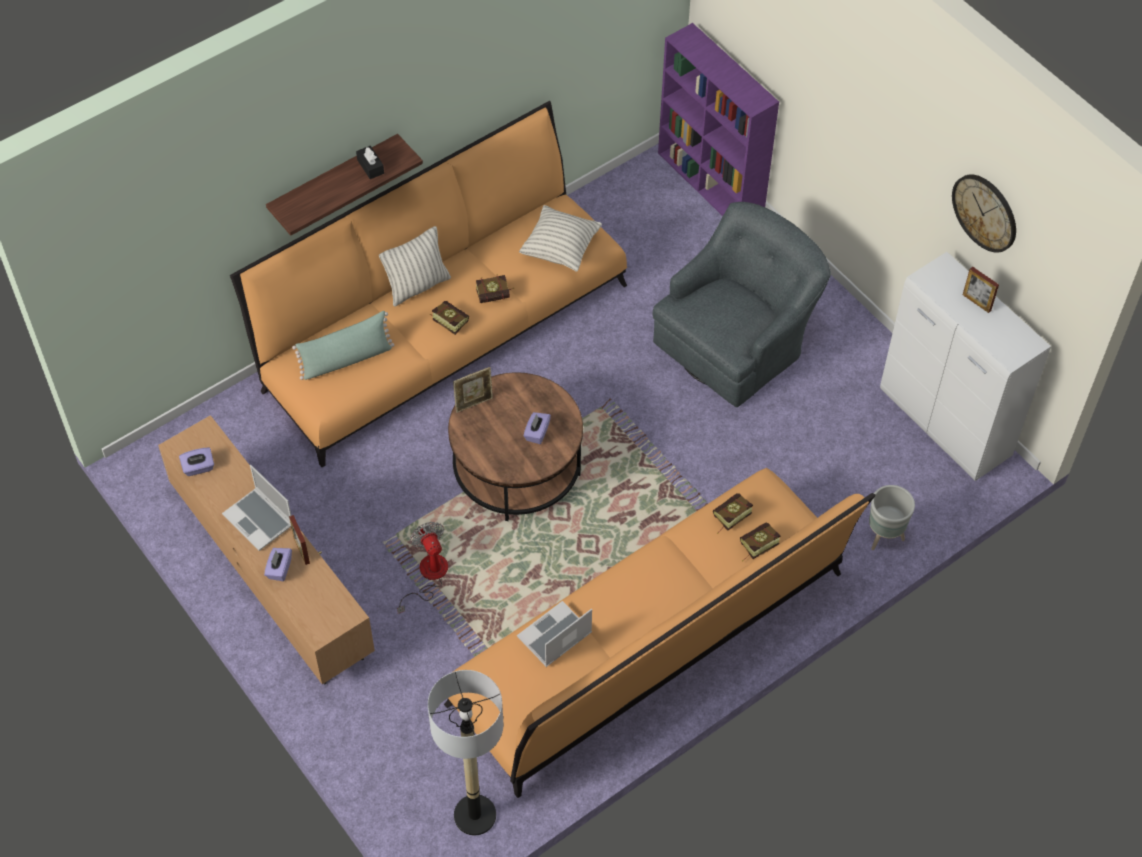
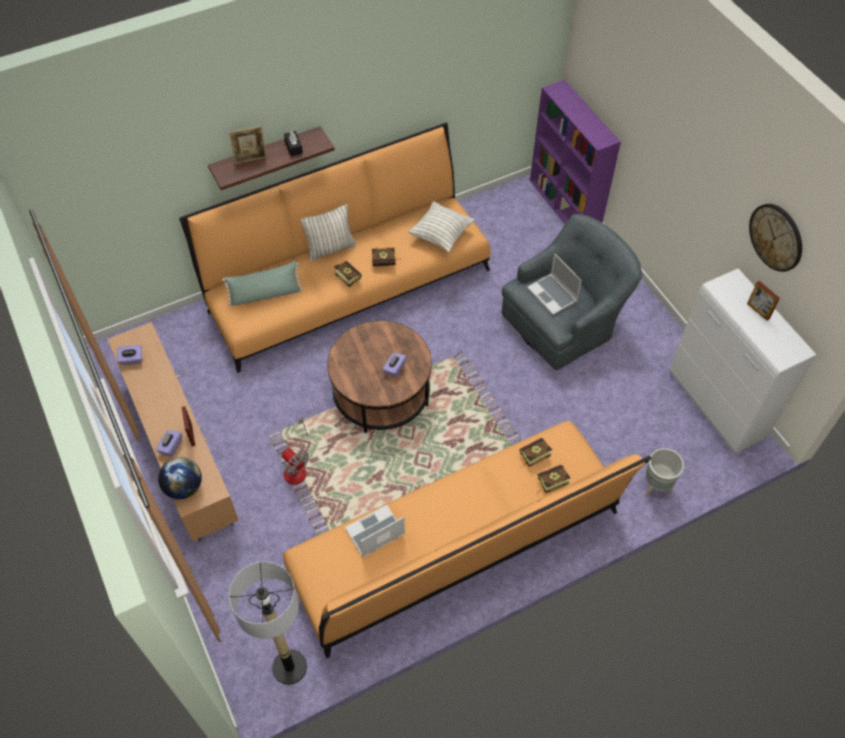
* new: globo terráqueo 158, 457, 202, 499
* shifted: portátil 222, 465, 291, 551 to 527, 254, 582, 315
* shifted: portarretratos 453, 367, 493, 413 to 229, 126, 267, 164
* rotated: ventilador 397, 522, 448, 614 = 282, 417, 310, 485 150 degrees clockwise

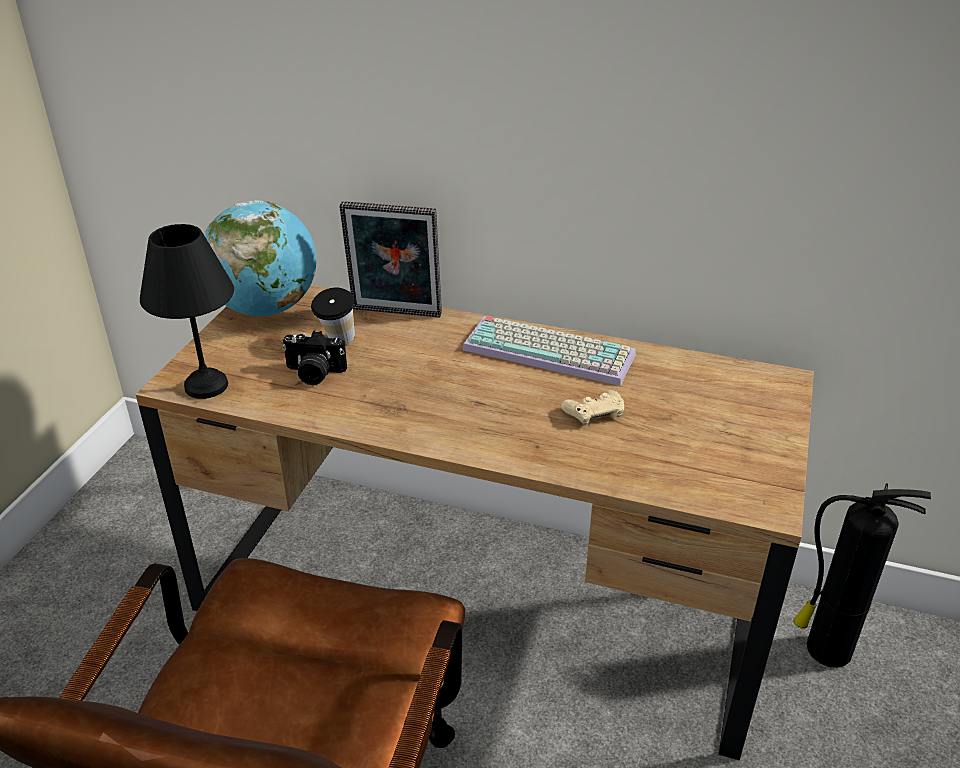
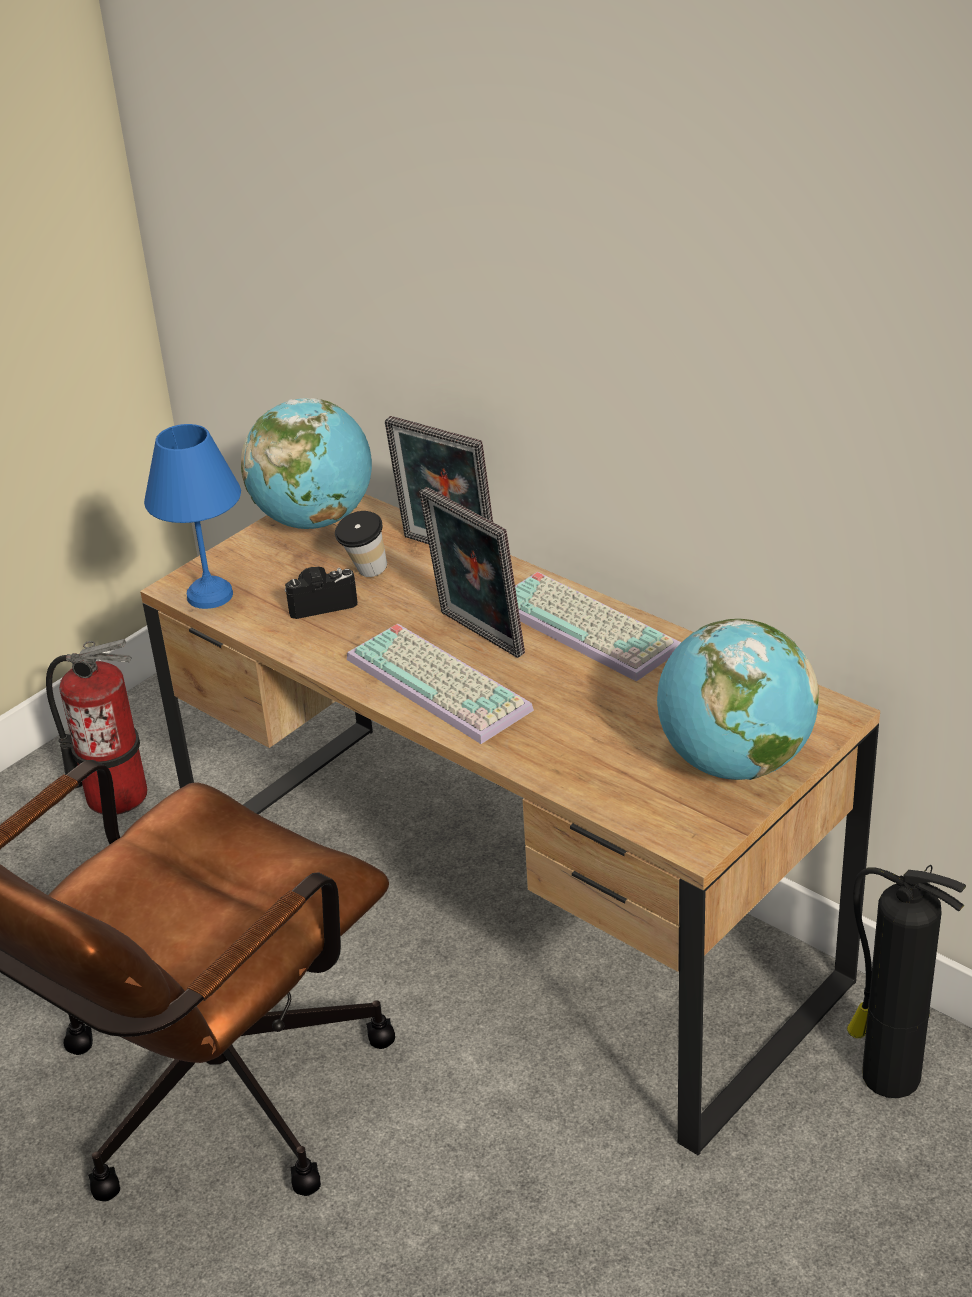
* gone: mando de consola (beis) 561, 390, 624, 426
* new: extintor 46, 639, 147, 815
* new: teclado 347, 624, 534, 744
* new: portarretratos 419, 487, 525, 658
* new: globo terráqueo 657, 619, 819, 780
* repainted: lámpara de mesa (negro) 140, 224, 234, 399 to lámpara de mesa (azul) 144, 424, 241, 609
* rotated: cámara 282, 331, 347, 385 = 285, 567, 358, 619 135 degrees clockwise

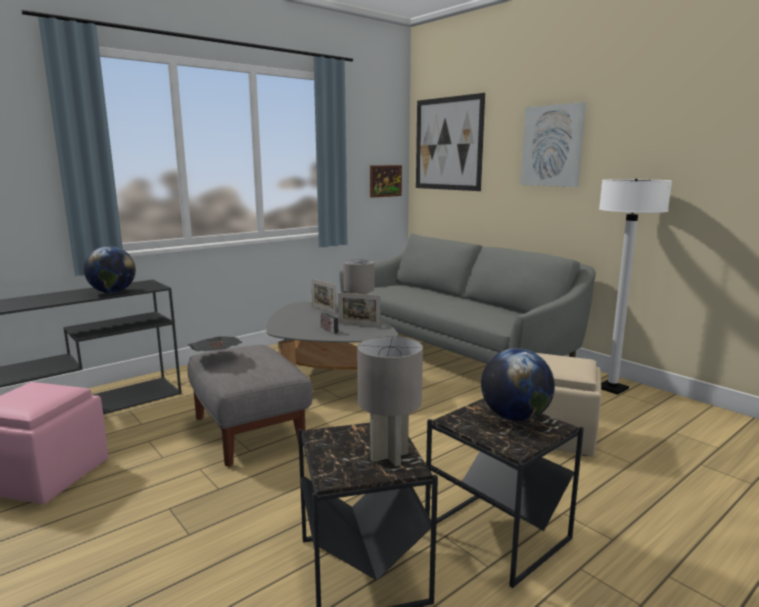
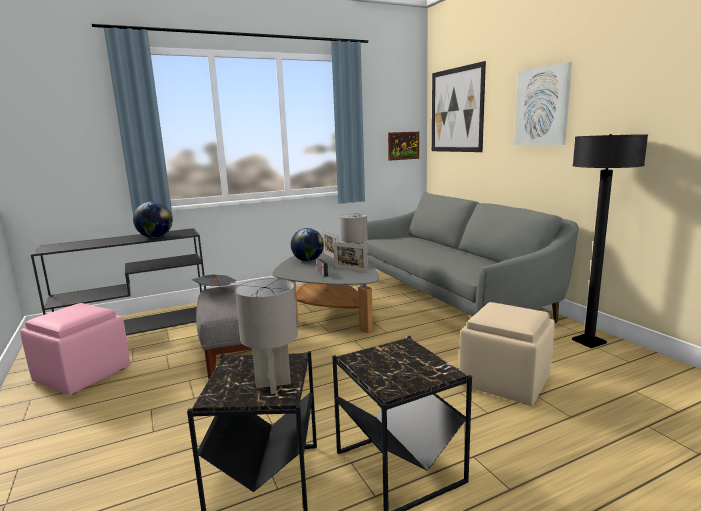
* shifted: globo terráqueo 481, 348, 555, 421 to 291, 228, 324, 261
* repainted: lámpara de pie (blanco) 599, 179, 672, 395 to lámpara de pie (negro) 572, 134, 648, 348

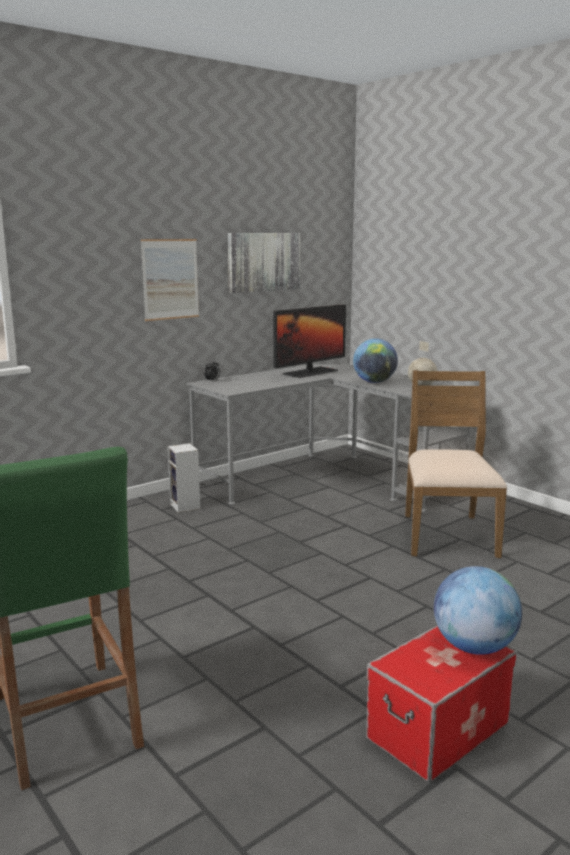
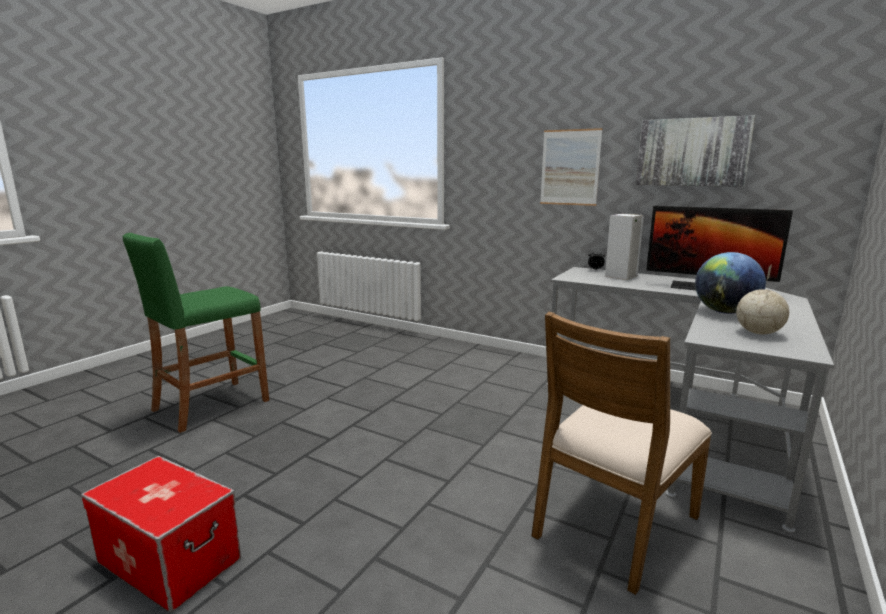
* gone: globo terráqueo 434, 566, 522, 655
* shifted: altavoz 168, 443, 200, 513 to 605, 214, 644, 280
* rotated: silla (marrón) 405, 370, 507, 558 = 532, 312, 712, 595 150 degrees clockwise

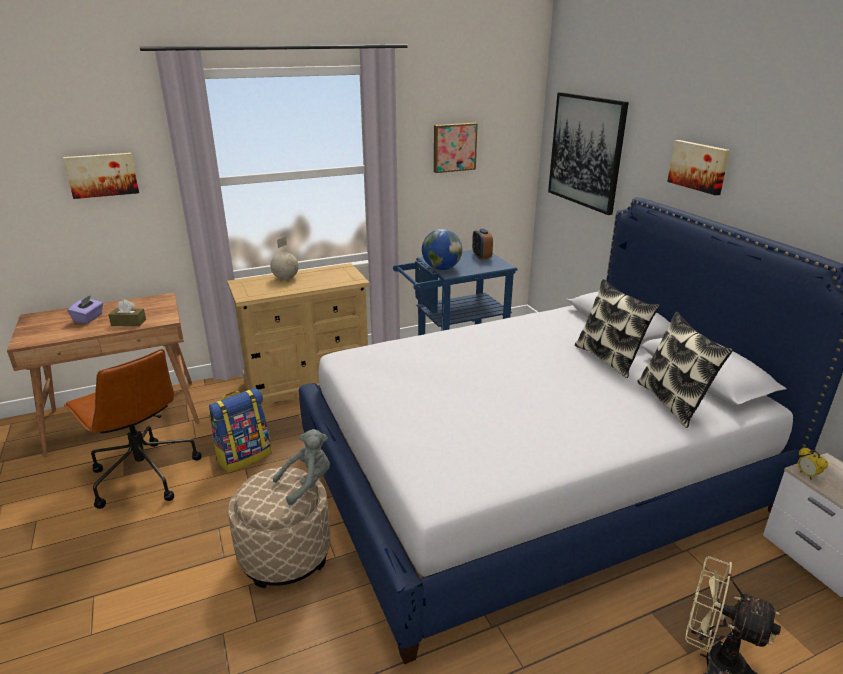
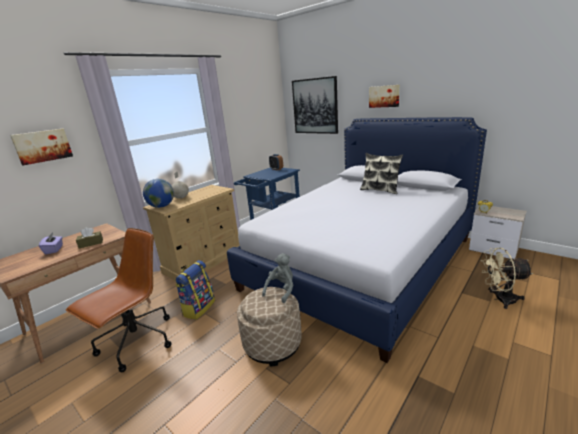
* gone: cuadro 434, 123, 478, 173
* gone: cojín 637, 312, 733, 428
* shifted: globo terráqueo 422, 229, 462, 270 to 143, 179, 174, 208
* rotated: silla de oficina (marrón) 64, 349, 202, 509 = 66, 228, 171, 372 75 degrees counterclockwise

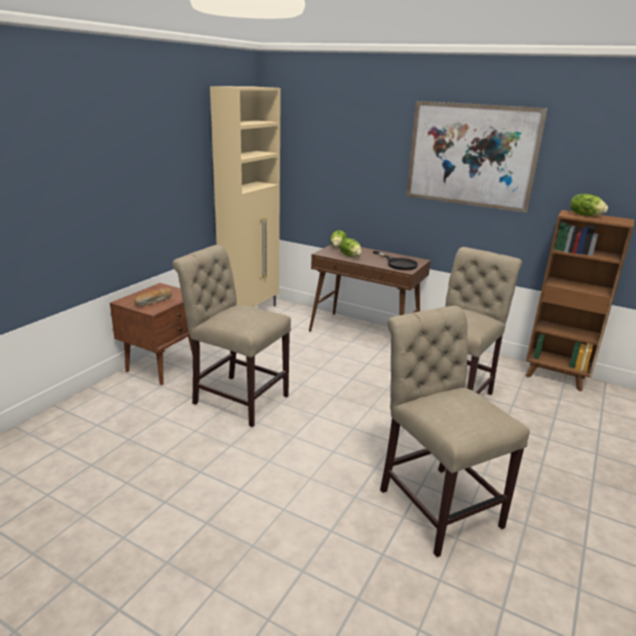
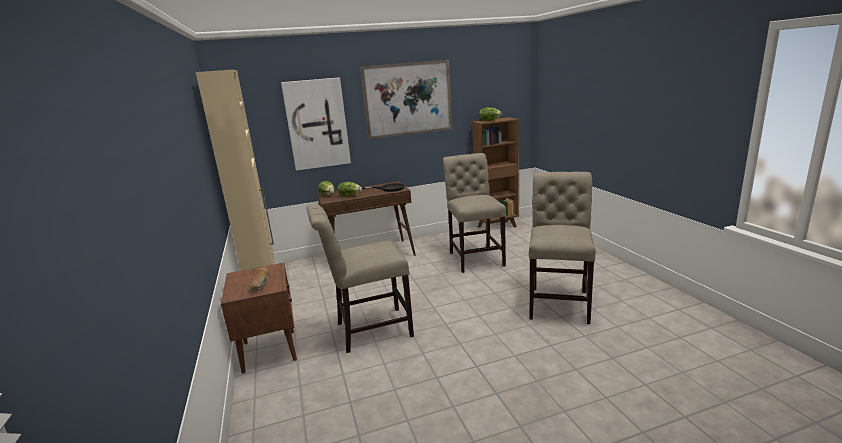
* new: cuadro 281, 77, 351, 171
* rotated: silla (beis) 380, 306, 530, 557 = 529, 172, 596, 324 90 degrees clockwise

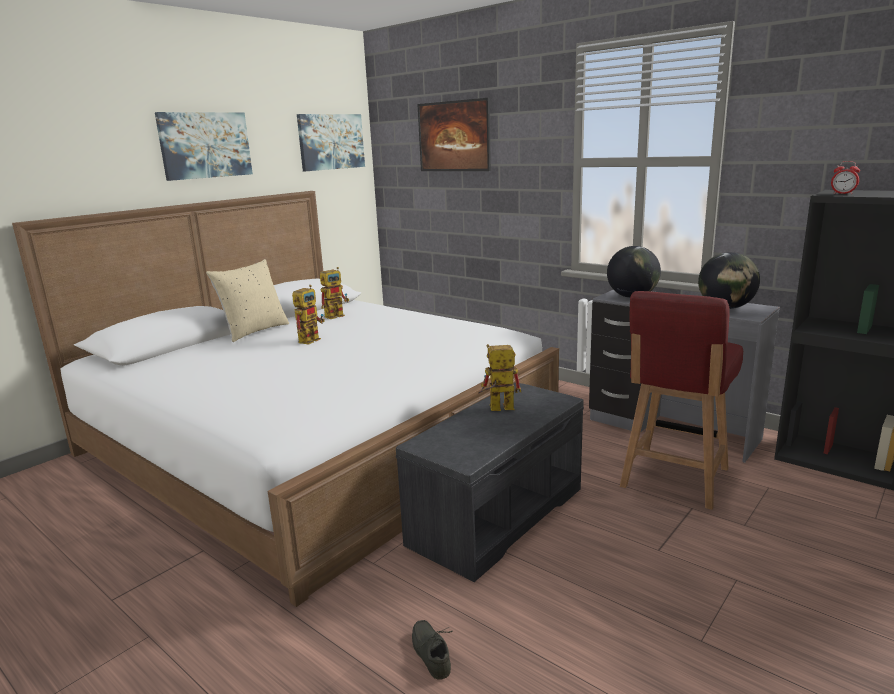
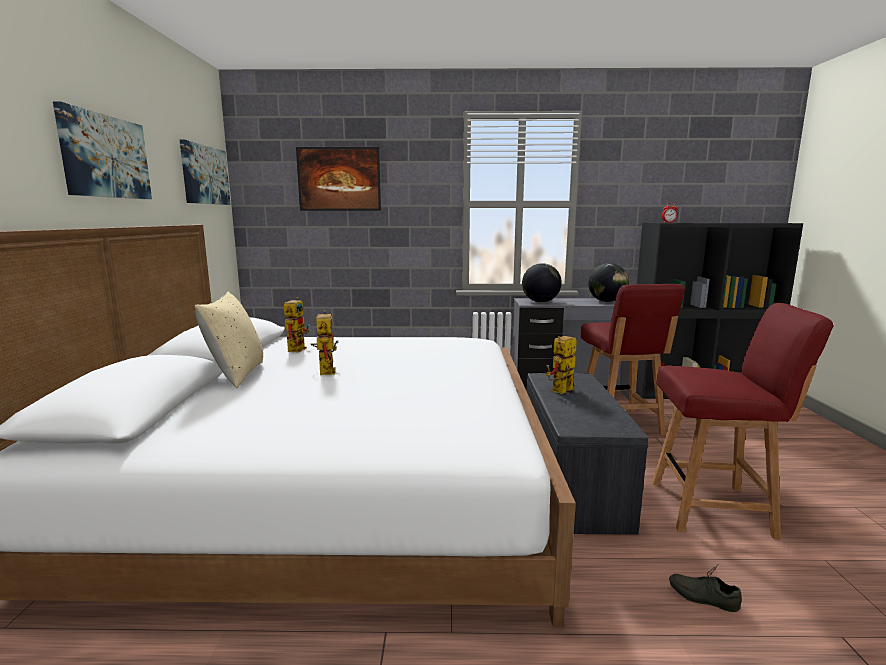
* new: silla (rojo) 652, 303, 834, 540

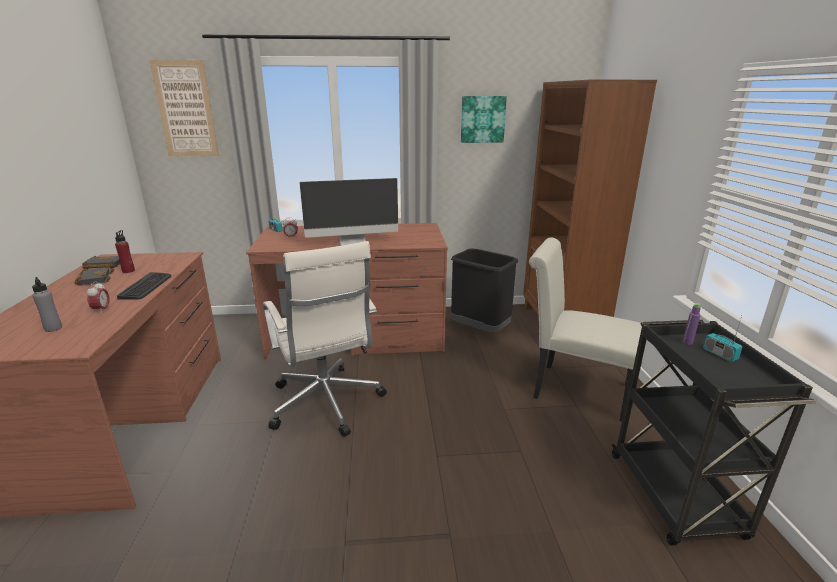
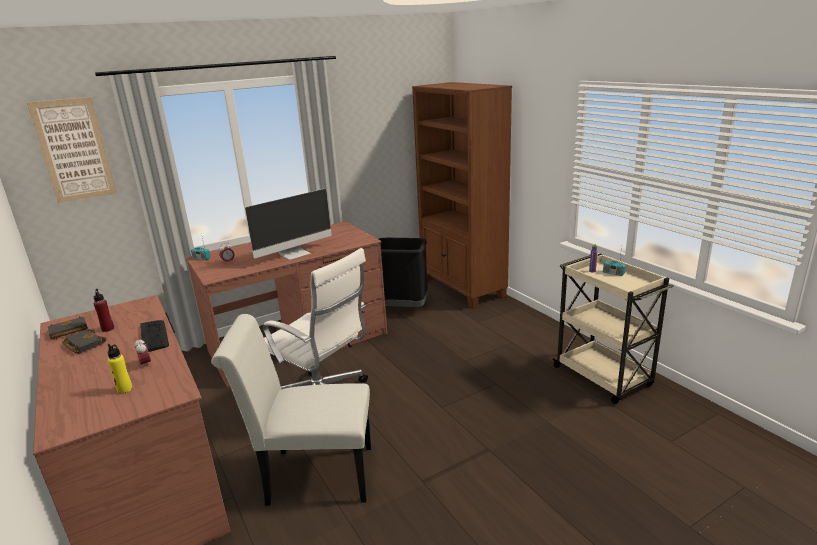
* gone: cuadro 461, 96, 507, 143
* shifted: silla (blanco) 529, 238, 643, 422 to 211, 314, 371, 506
* repainted: botella (gris) 32, 277, 62, 332 to botella (amarillo) 108, 344, 133, 394
* repainted: carrito (negro) 611, 320, 817, 545 to carrito (beis) 552, 254, 674, 404

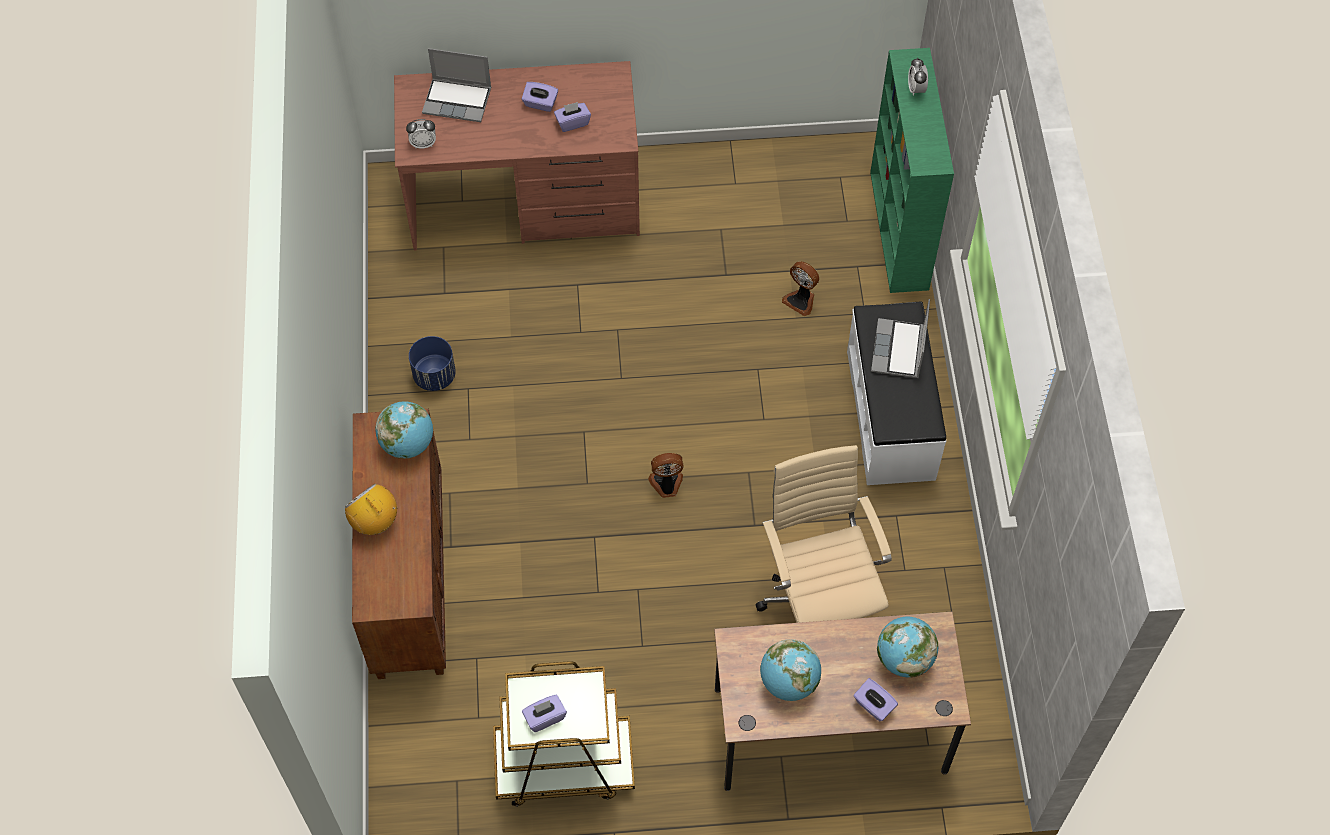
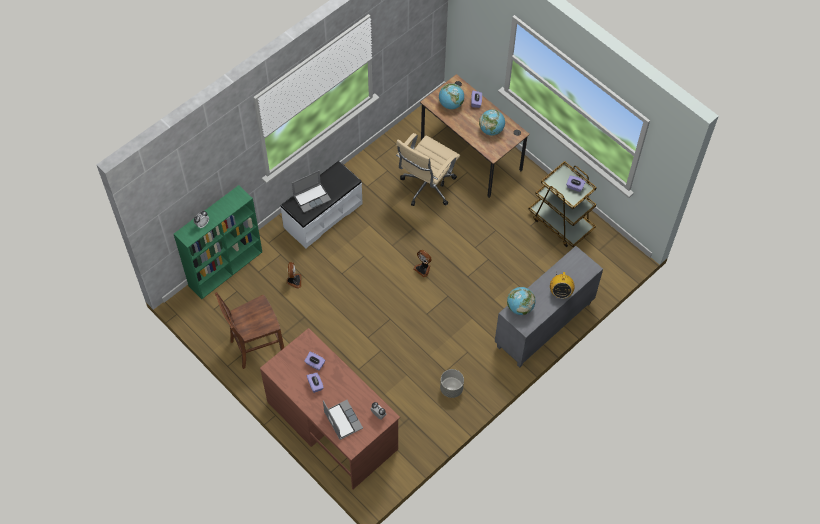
* new: silla (marrón) 215, 292, 284, 369
* repainted: armario (marrón) 352, 409, 446, 679 to armario (gris) 495, 246, 603, 368
* repainted: maceta (azul) 409, 336, 456, 391 to maceta (gris) 440, 369, 464, 398

